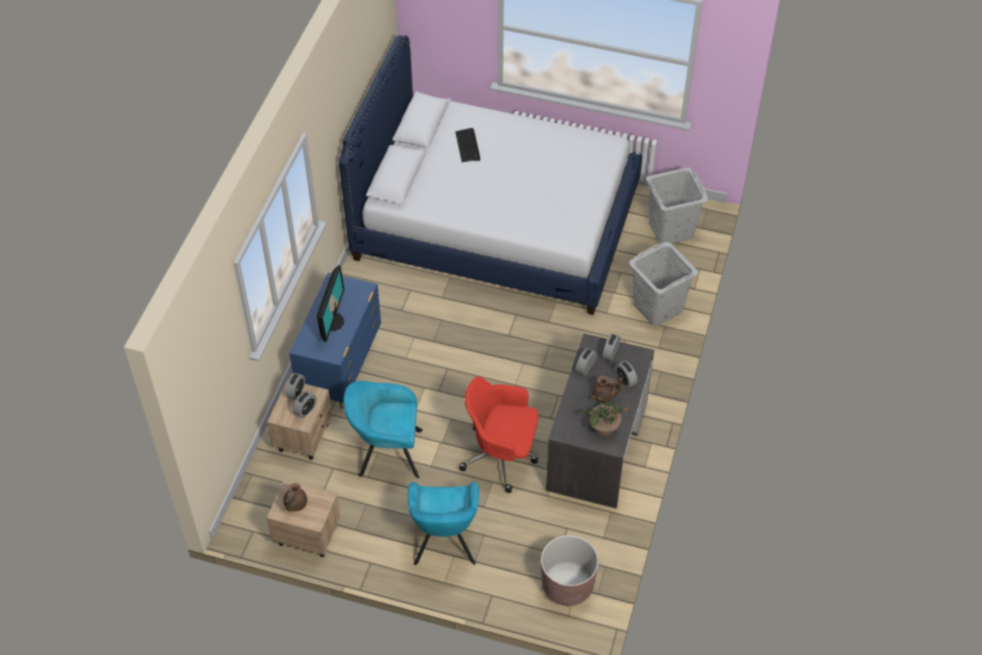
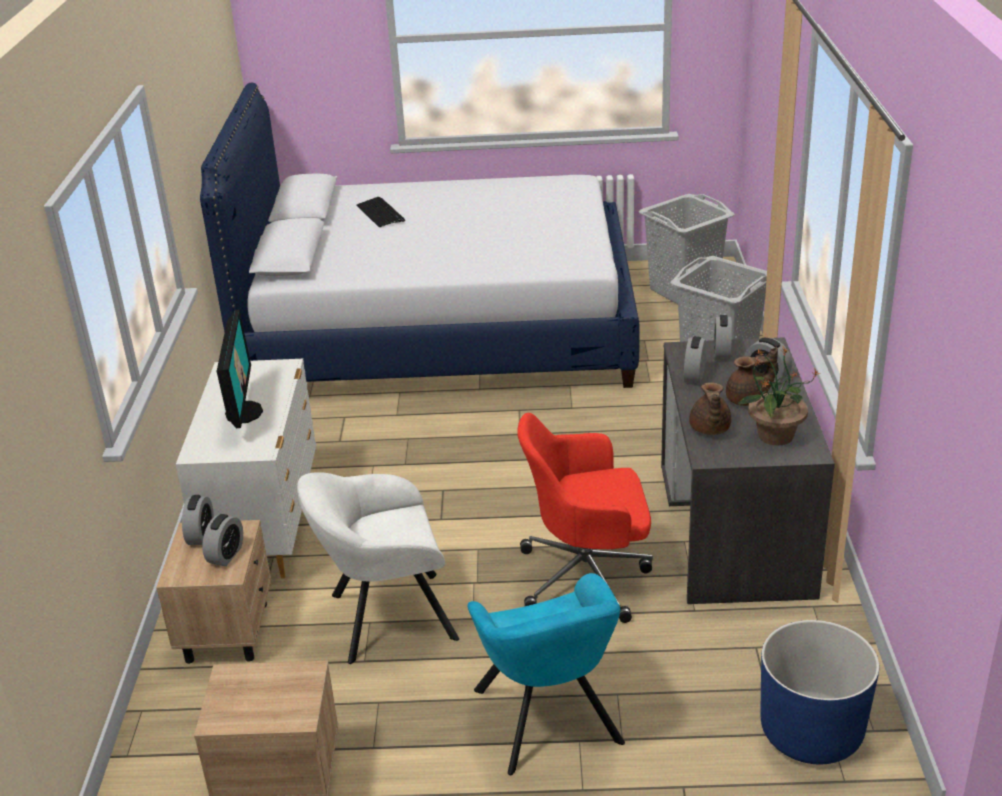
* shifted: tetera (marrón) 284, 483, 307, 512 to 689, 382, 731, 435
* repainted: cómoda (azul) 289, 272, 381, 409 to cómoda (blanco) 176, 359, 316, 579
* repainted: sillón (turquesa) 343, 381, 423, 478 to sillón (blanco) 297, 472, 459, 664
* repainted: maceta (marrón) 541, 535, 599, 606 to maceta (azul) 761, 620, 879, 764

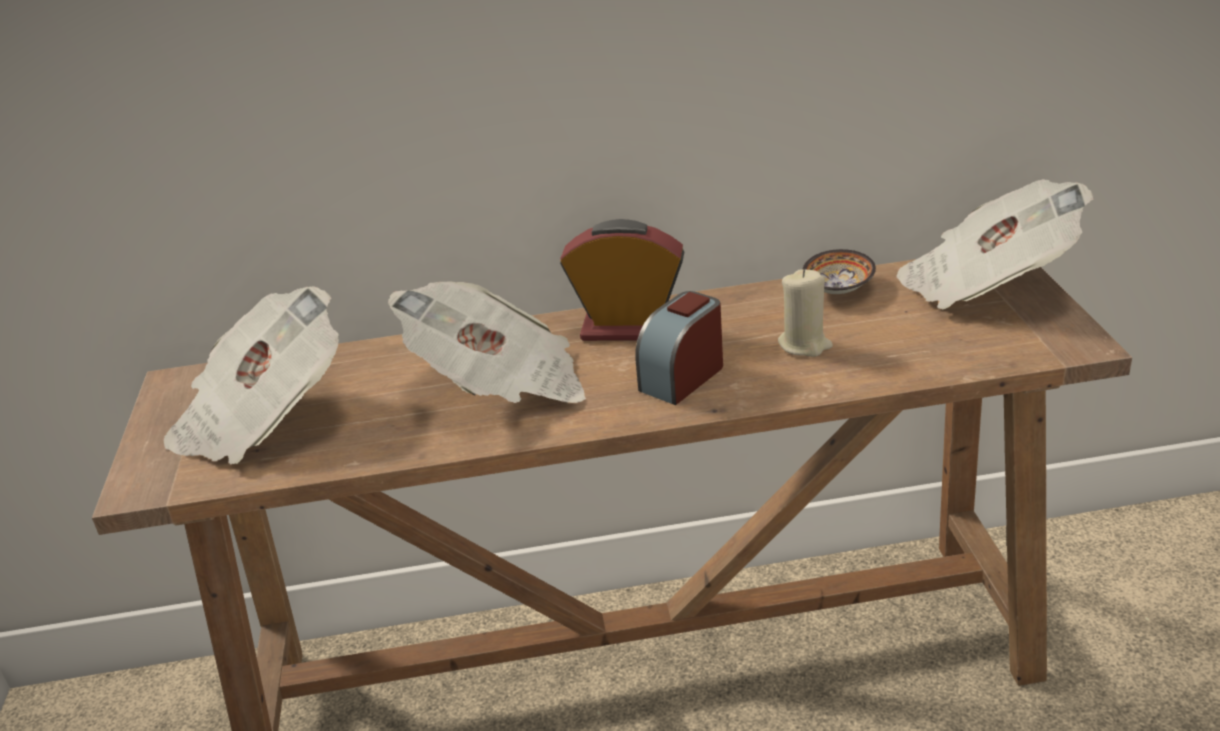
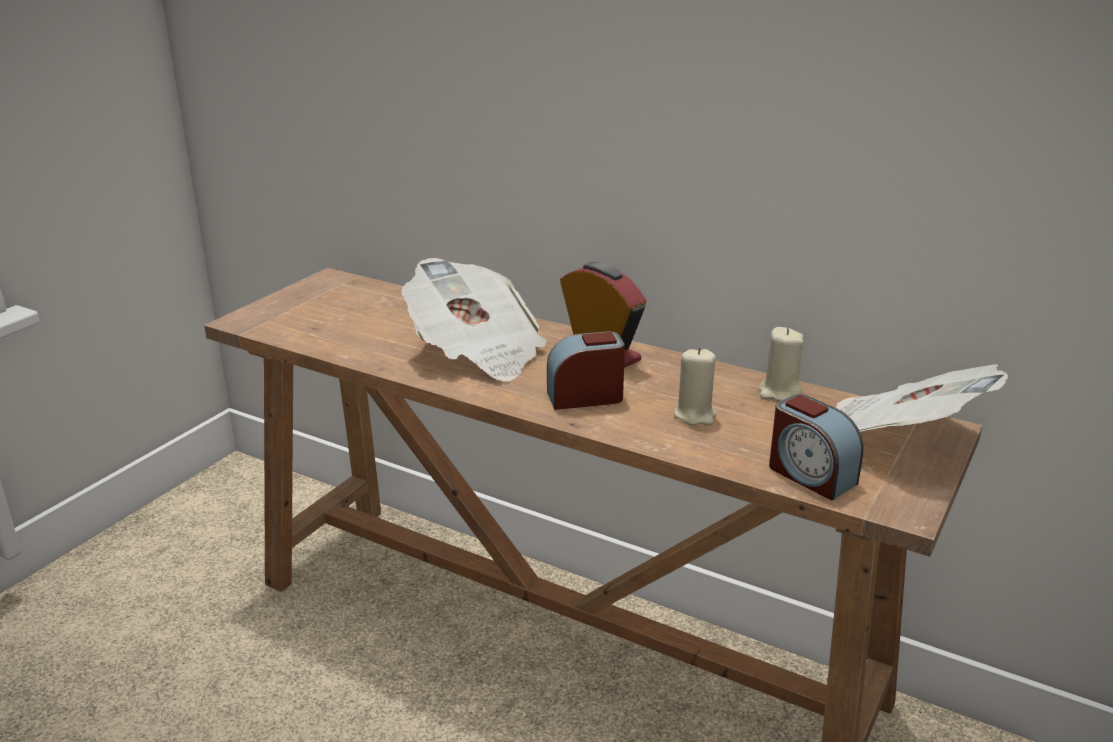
* gone: periódico 163, 286, 339, 464
* new: despertador 769, 394, 863, 500
* swapped: cuenco 803, 249, 876, 294 to vela (beis) 759, 327, 804, 401

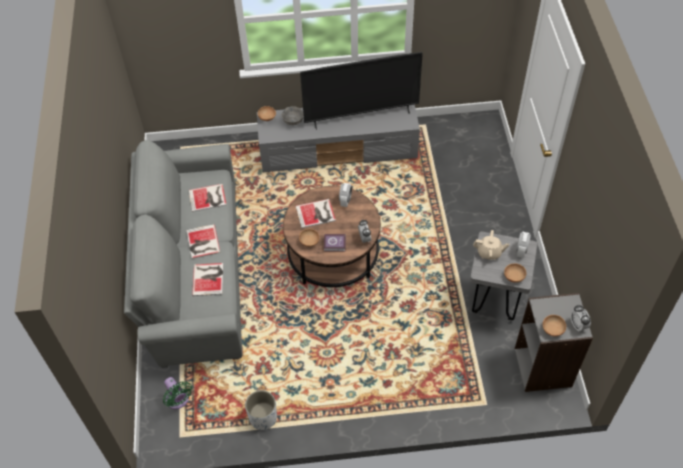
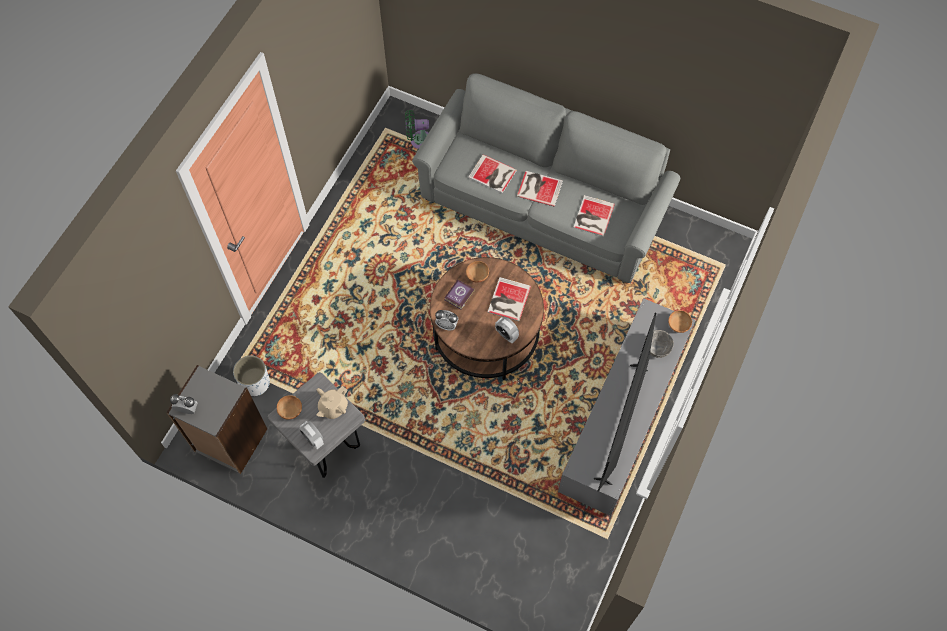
* gone: cuenco (marrón) 542, 315, 566, 337
* shifted: maceta (blanco) 245, 390, 277, 430 to 233, 356, 270, 396

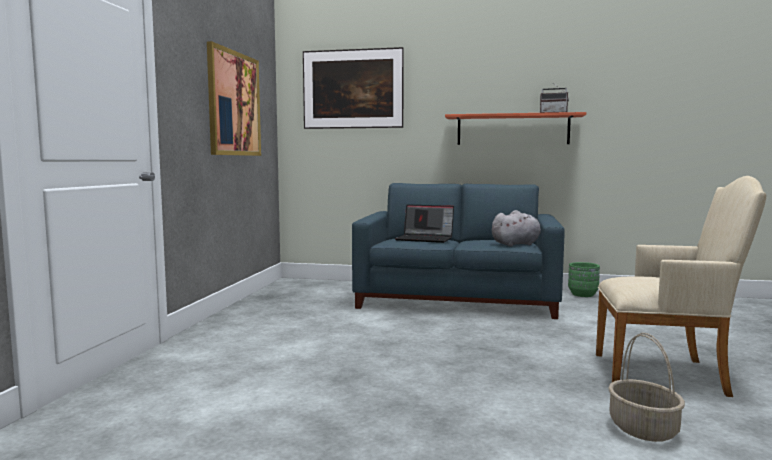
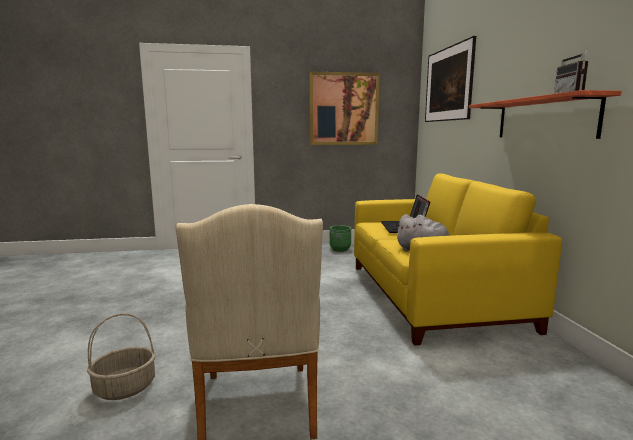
* shifted: maceta (verde) 568, 262, 600, 297 to 329, 225, 351, 252
* repainted: sofá (azul) 352, 183, 565, 319 to sofá (amarillo) 354, 173, 562, 345

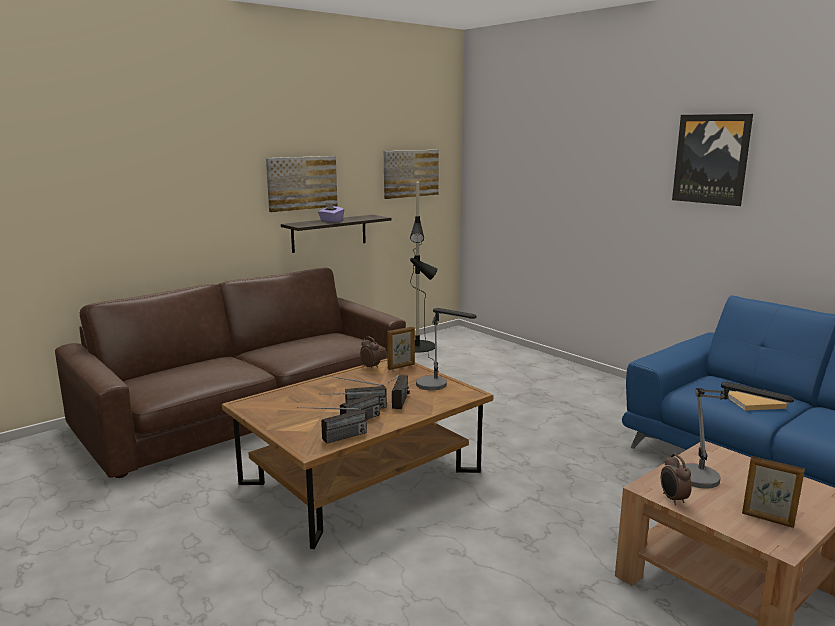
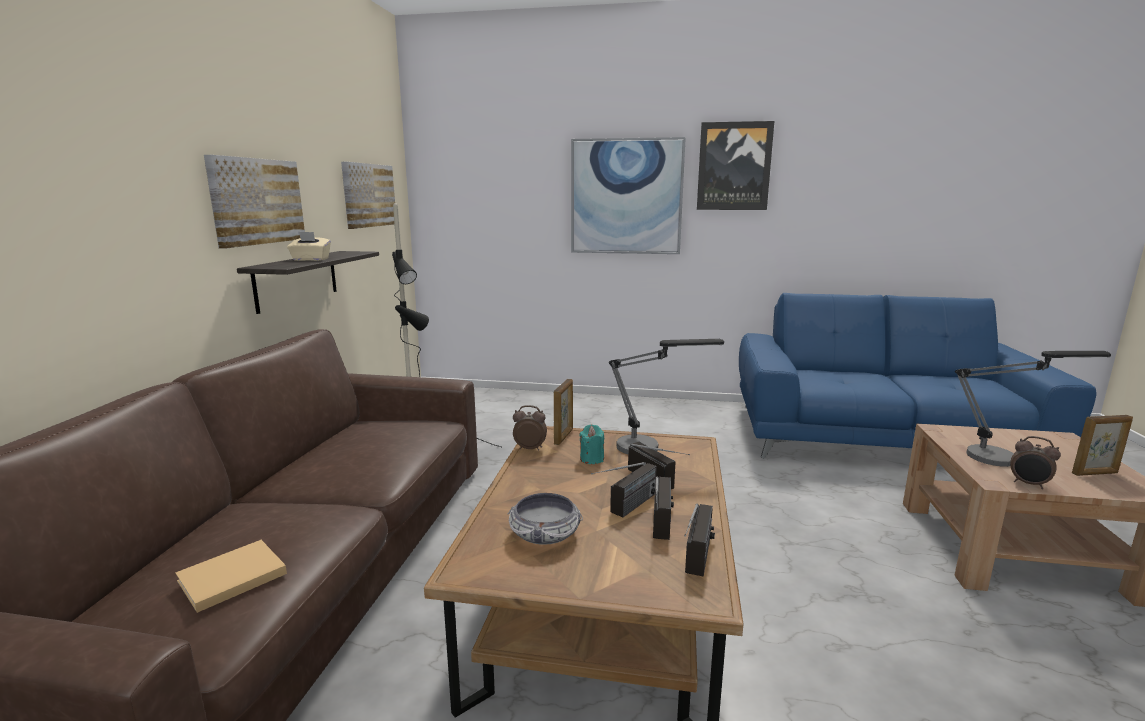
* new: cuenco 508, 493, 583, 545
* new: cuadro 571, 137, 686, 254
* new: vela (turquesa) 579, 424, 604, 464
* shifted: libro (beis) 728, 391, 787, 411 to 175, 540, 287, 613
* repainted: caja de pañuelos (morado) 318, 203, 344, 222 to caja de pañuelos (beis) 287, 232, 331, 261

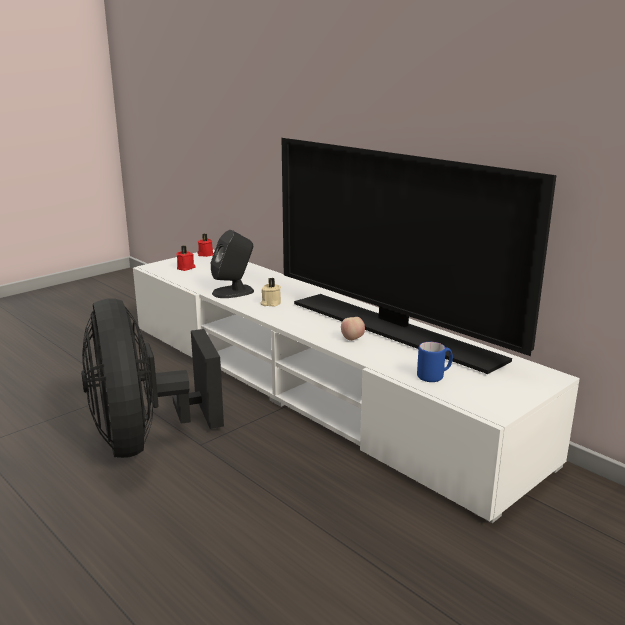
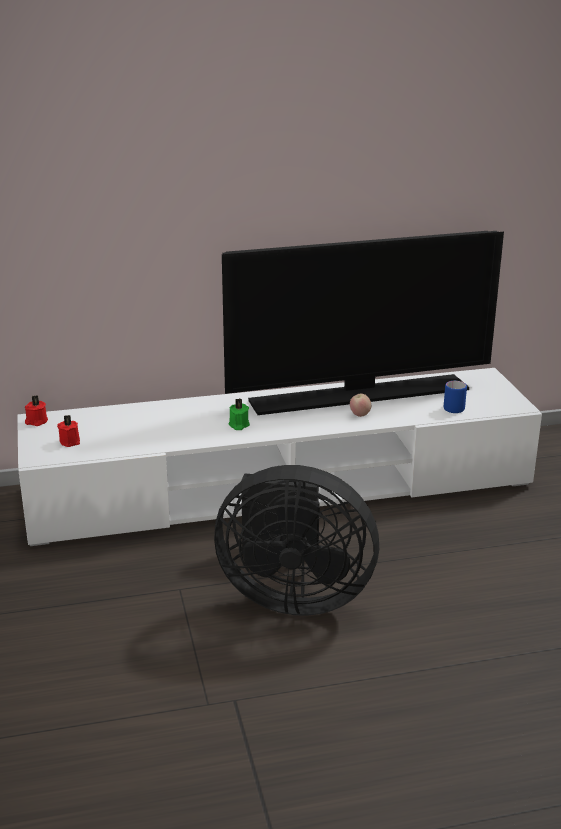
* gone: altavoz (negro) 211, 230, 254, 298
* repainted: vela (beis) 261, 278, 281, 307 to vela (verde) 228, 399, 250, 430

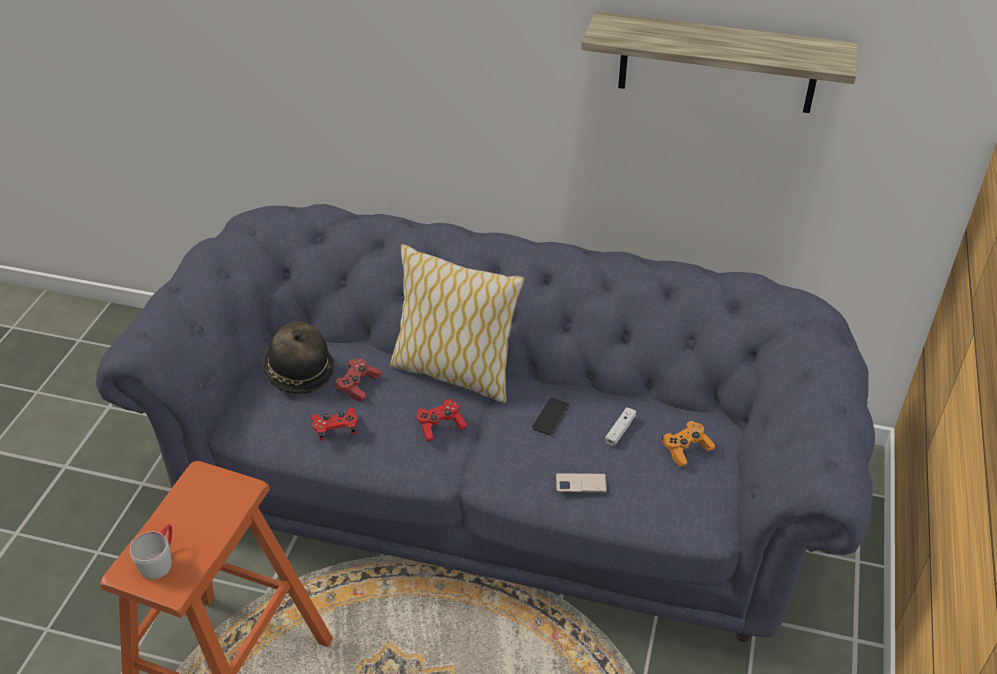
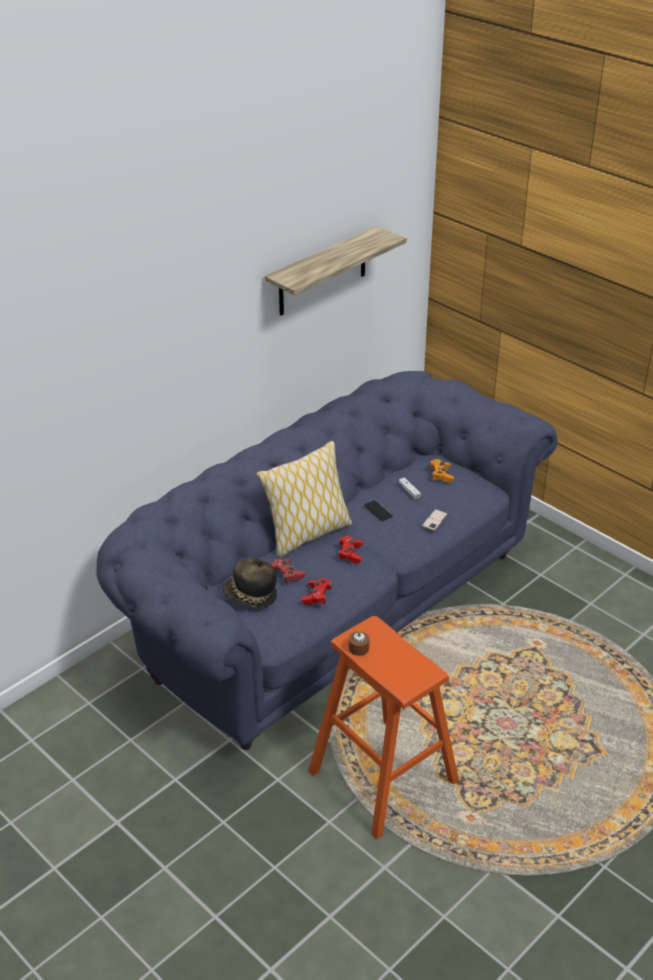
* gone: taza grande (gris) 130, 525, 172, 580
* new: vela (marrón) 349, 630, 370, 656

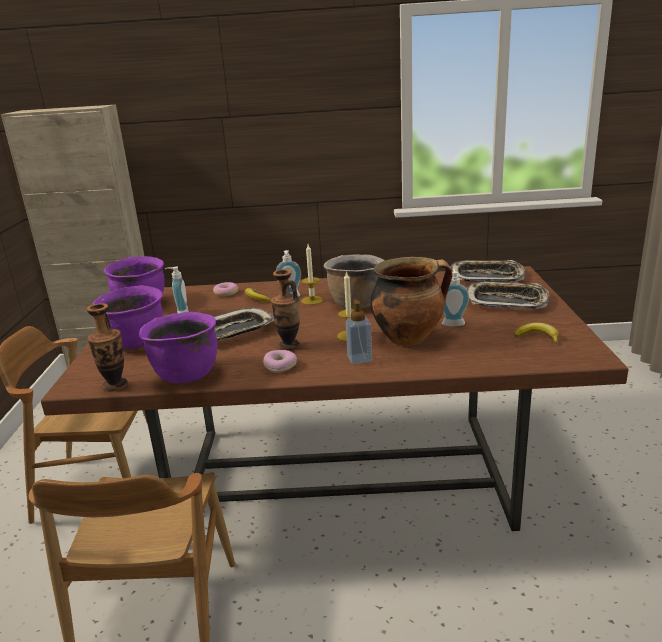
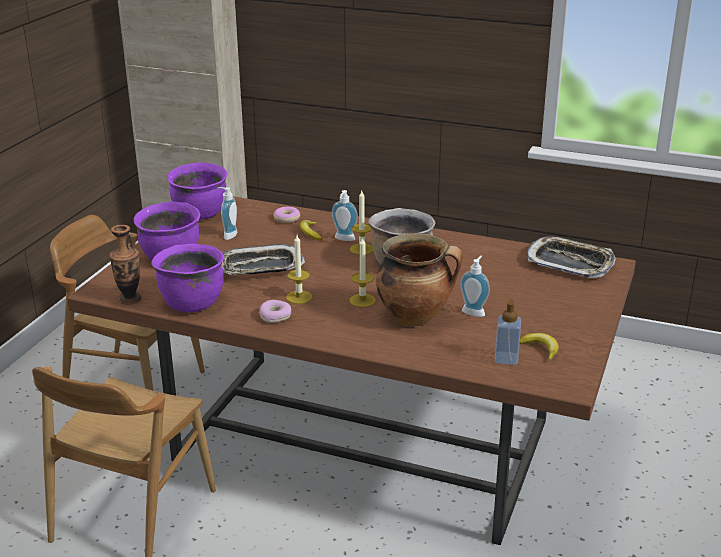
* gone: bandeja 467, 281, 550, 309
* shifted: dispensador de jabón 346, 299, 372, 364 to 495, 299, 521, 365
* swapped: florero 270, 269, 300, 351 to vela 286, 235, 313, 304

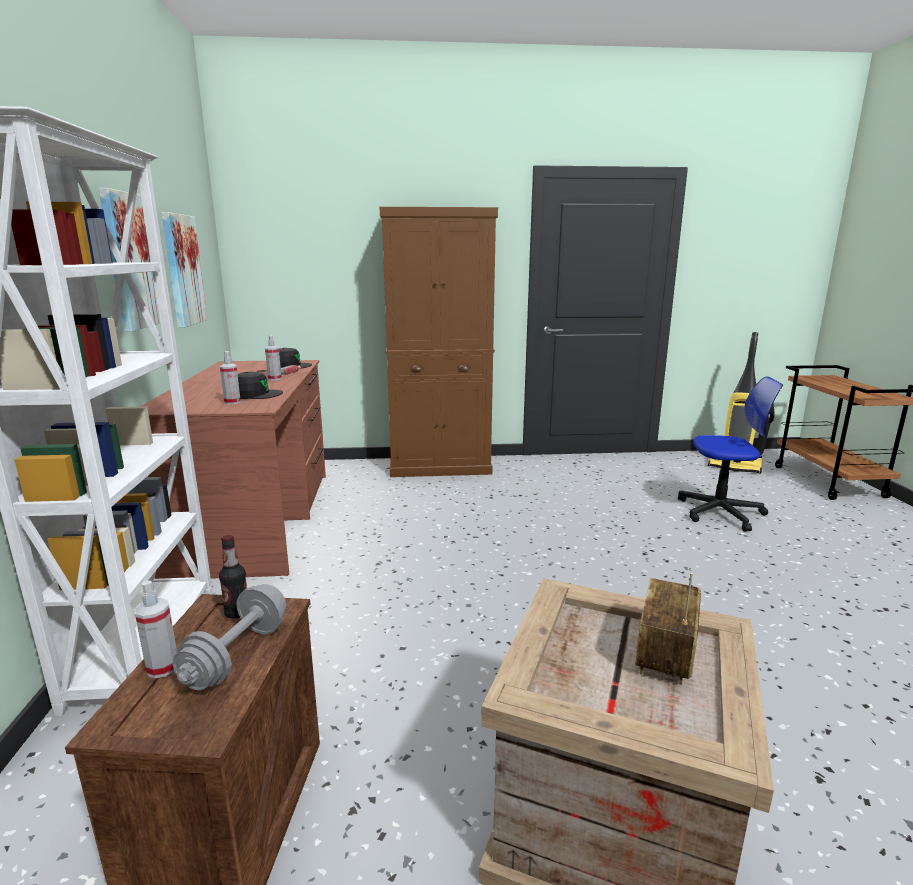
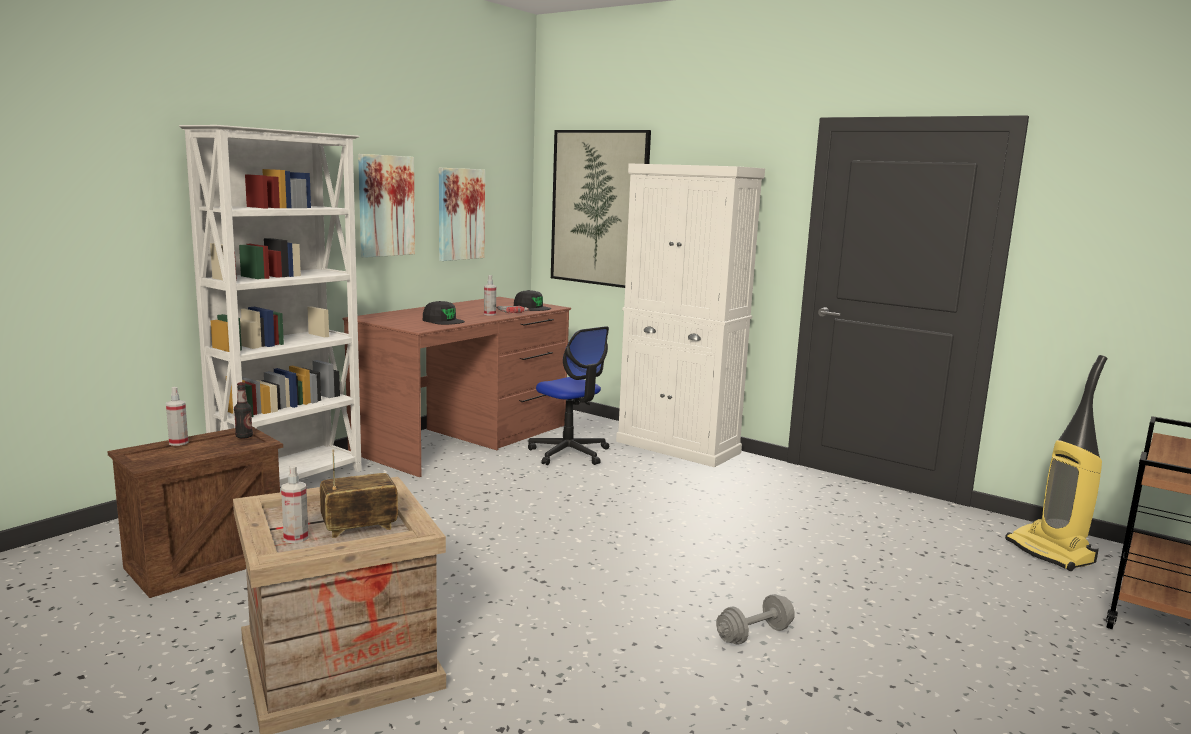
* new: cuadro 551, 130, 651, 288
* shifted: mancuerna (gris) 172, 584, 287, 690 to 716, 594, 795, 645
* shifted: pulverizador 220, 351, 241, 405 to 281, 465, 308, 543
* shifted: silla de oficina 678, 376, 783, 532 to 528, 326, 609, 465
* repainted: armario (marrón) 380, 207, 498, 477 to armario (blanco) 616, 163, 765, 467

